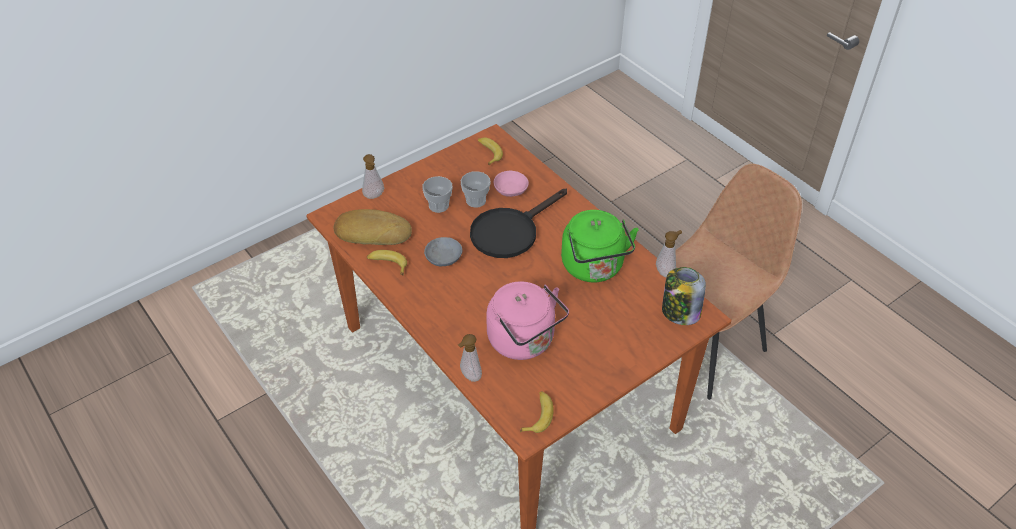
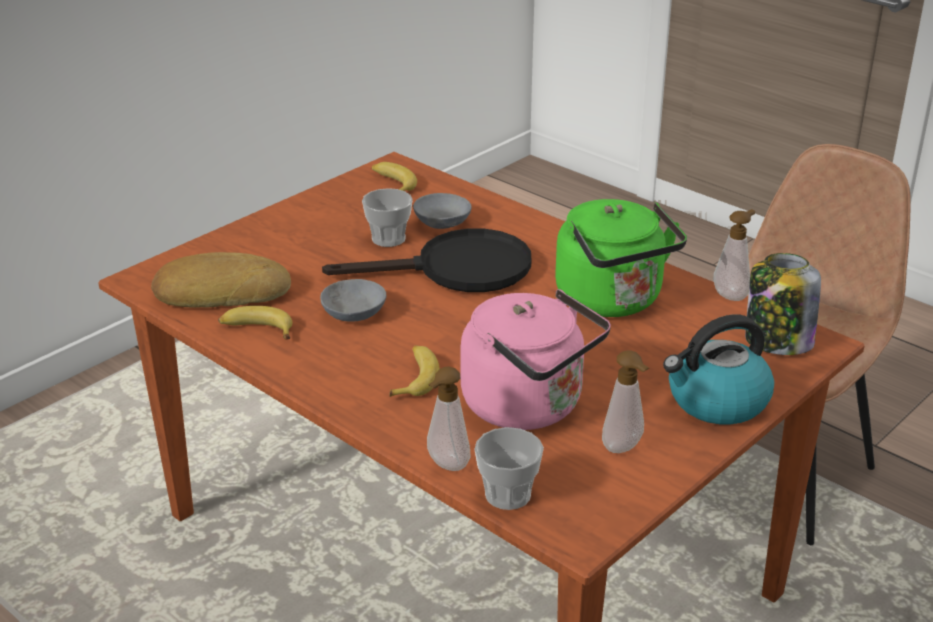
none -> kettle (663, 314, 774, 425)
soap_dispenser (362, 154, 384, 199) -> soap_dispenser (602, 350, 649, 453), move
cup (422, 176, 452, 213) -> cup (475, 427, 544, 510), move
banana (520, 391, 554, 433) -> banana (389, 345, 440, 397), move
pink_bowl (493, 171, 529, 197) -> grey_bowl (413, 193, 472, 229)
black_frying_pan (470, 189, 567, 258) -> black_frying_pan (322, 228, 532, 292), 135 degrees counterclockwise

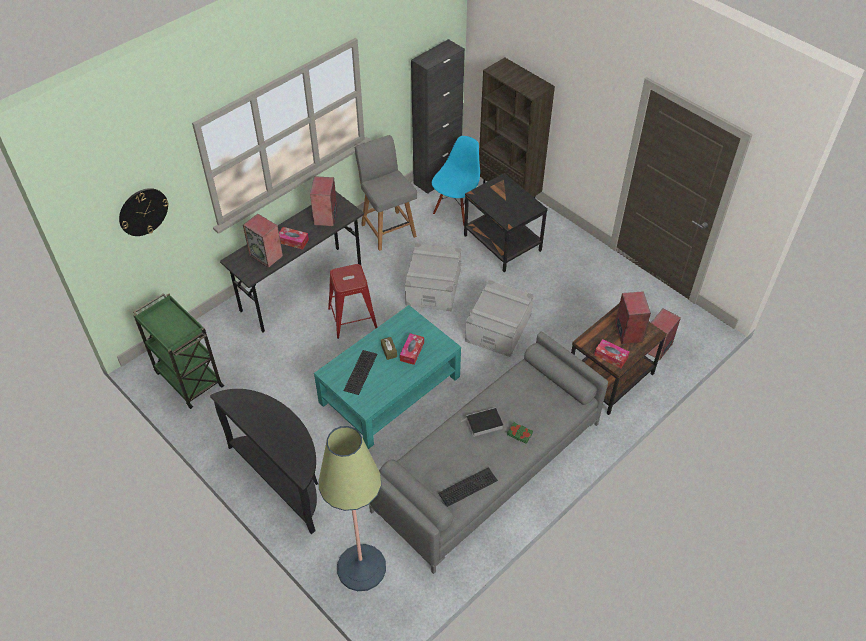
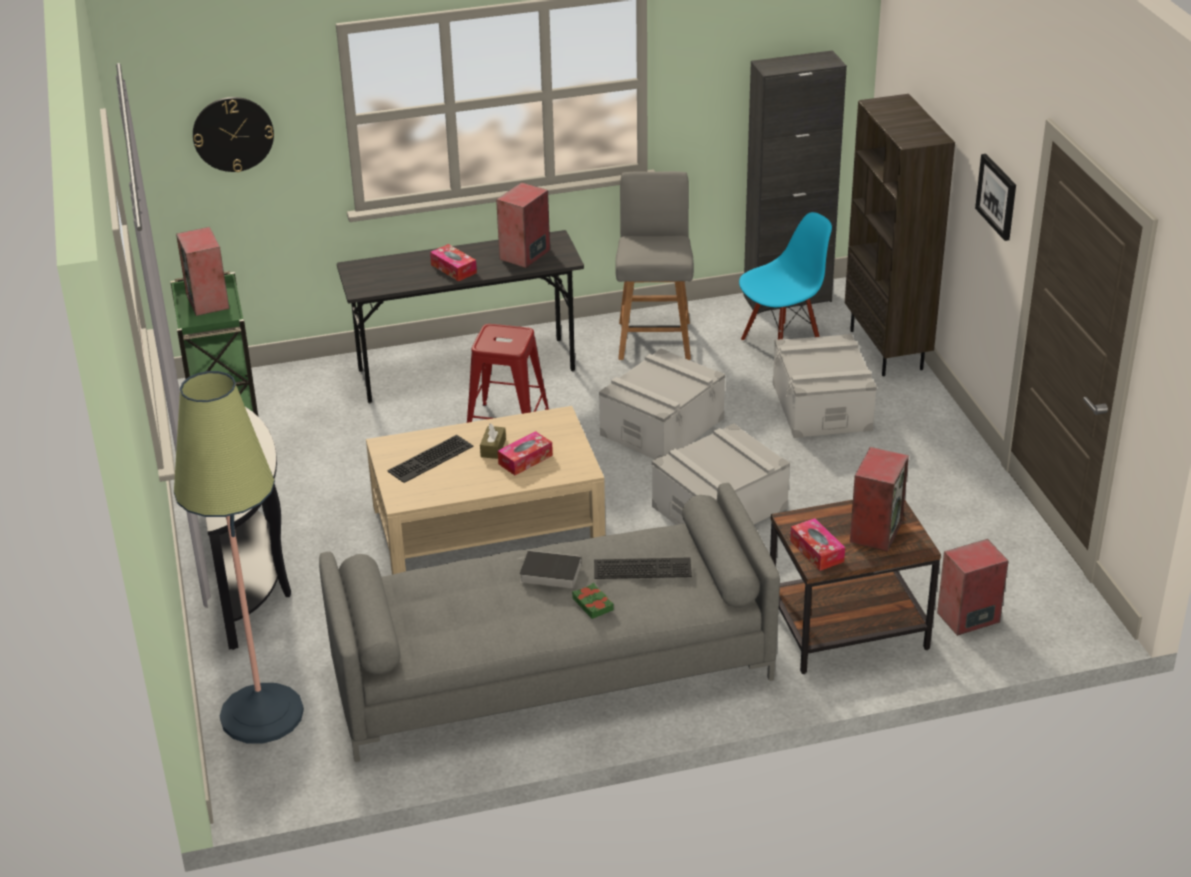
none -> picture (975, 154, 1016, 241)
speaker (243, 214, 283, 268) -> speaker (176, 227, 229, 316), move
keyboard (438, 467, 498, 507) -> keyboard (594, 557, 692, 579), move
black_side_table (464, 173, 548, 272) -> grey_storage_box (773, 334, 877, 438)
turquoise_coffee_table (314, 305, 461, 449) -> beige_coffee_table (366, 406, 605, 575)

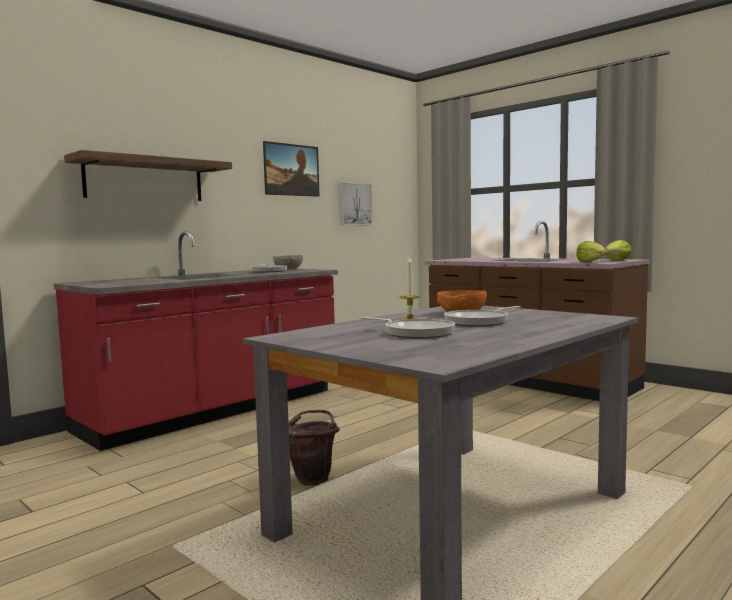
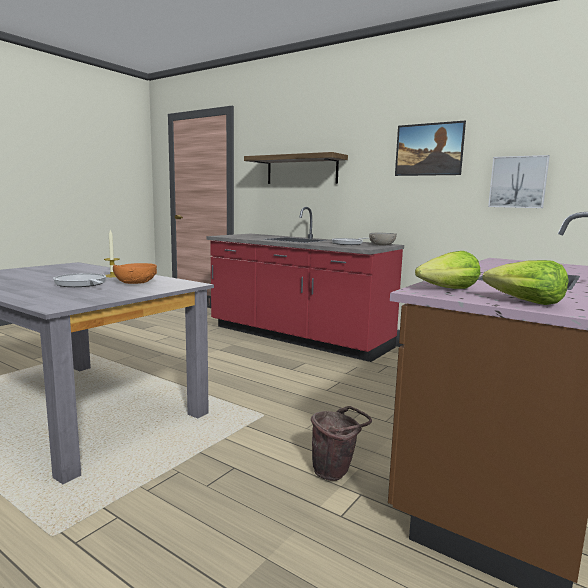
frying_pan (360, 317, 455, 339) -> none
brown_bucket (289, 410, 340, 486) -> brown_bucket (311, 406, 372, 481), move

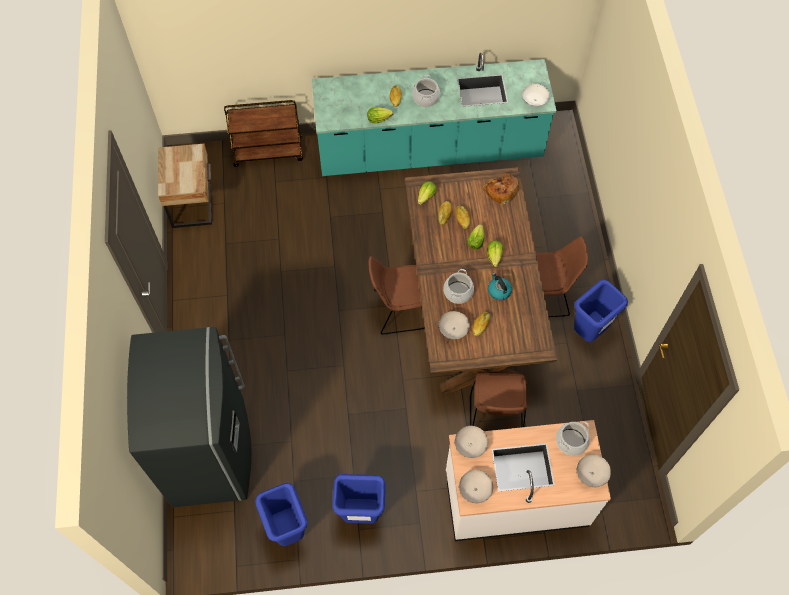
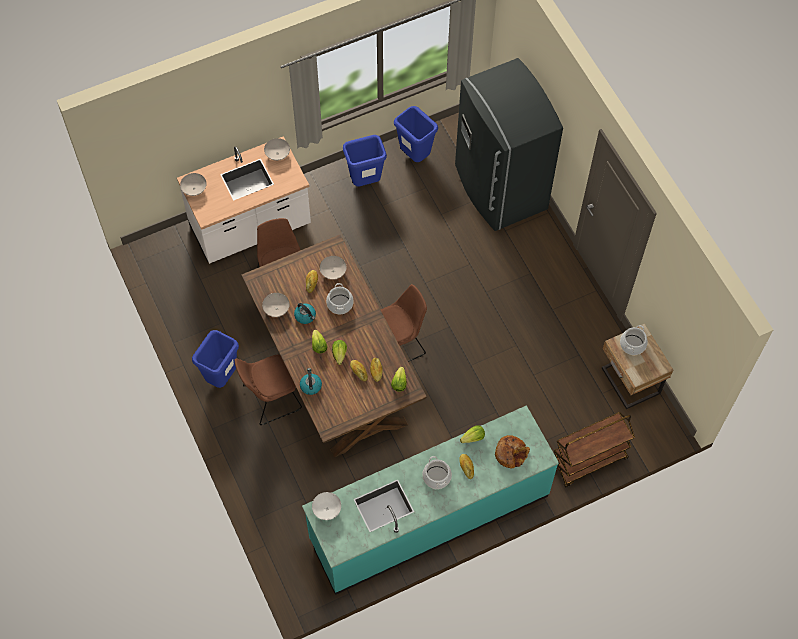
none -> kettle (300, 368, 322, 395)
white_bowl (455, 426, 488, 458) -> white_bowl (262, 293, 290, 317), move
bread (483, 173, 519, 205) -> bread (495, 435, 530, 469), move
cooking_pot (556, 422, 590, 456) -> cooking_pot (620, 325, 648, 355), move

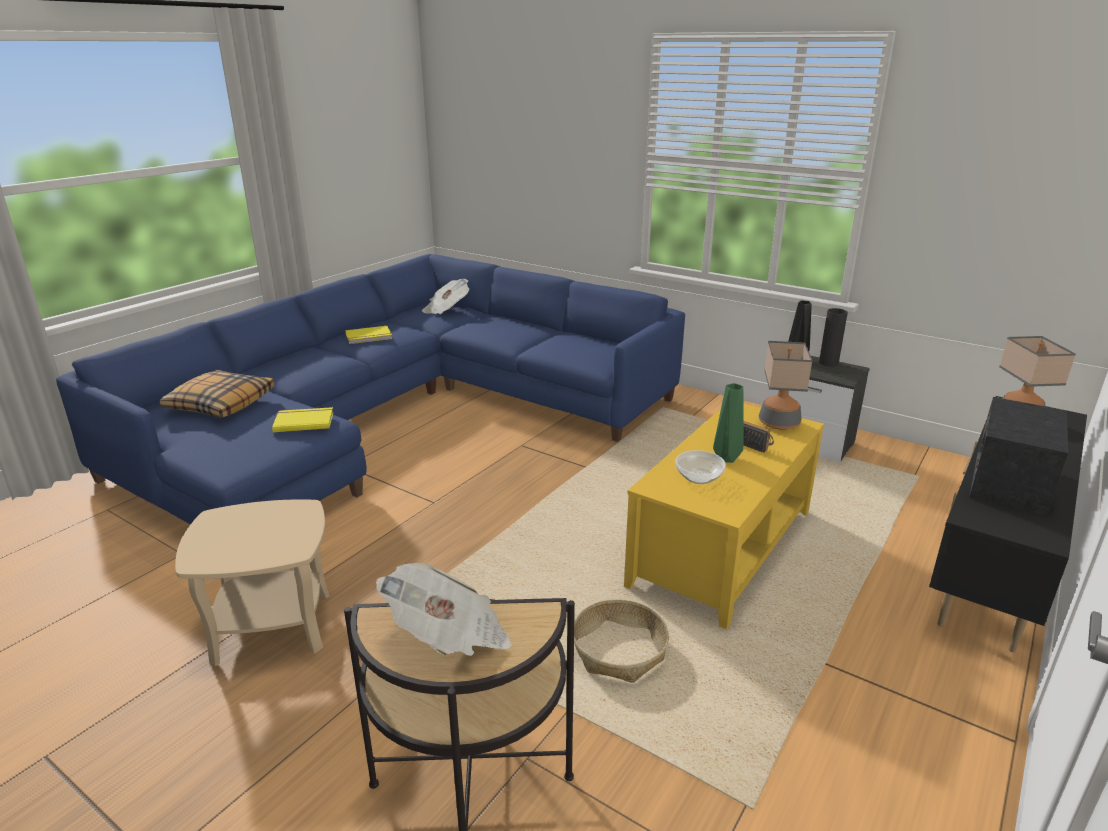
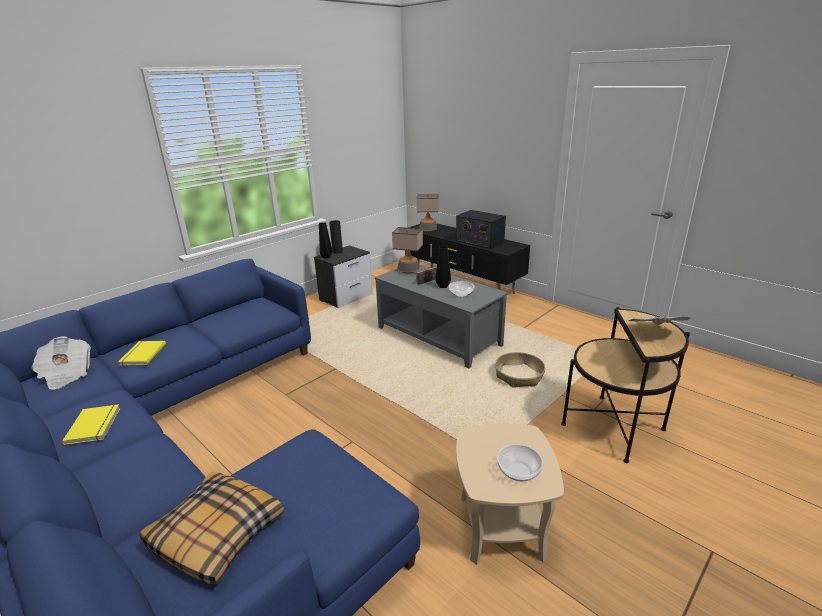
none -> bowl (497, 444, 543, 481)
yellow_book (272, 407, 334, 432) -> yellow_book (118, 341, 166, 366), move
yellow_coffee_table (624, 403, 824, 629) -> grey_coffee_table (375, 265, 508, 368)
green_vase (713, 383, 743, 463) -> black_vase (436, 246, 451, 288)

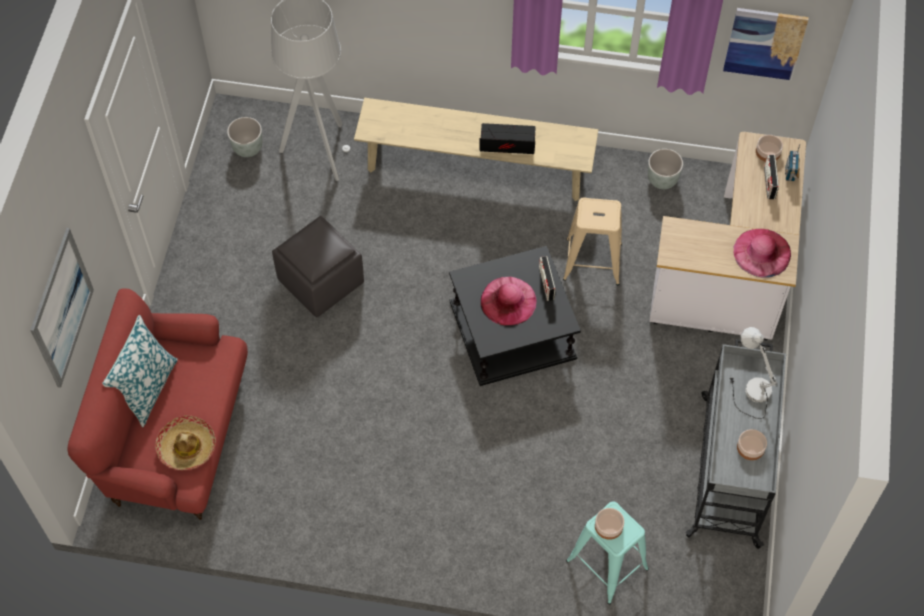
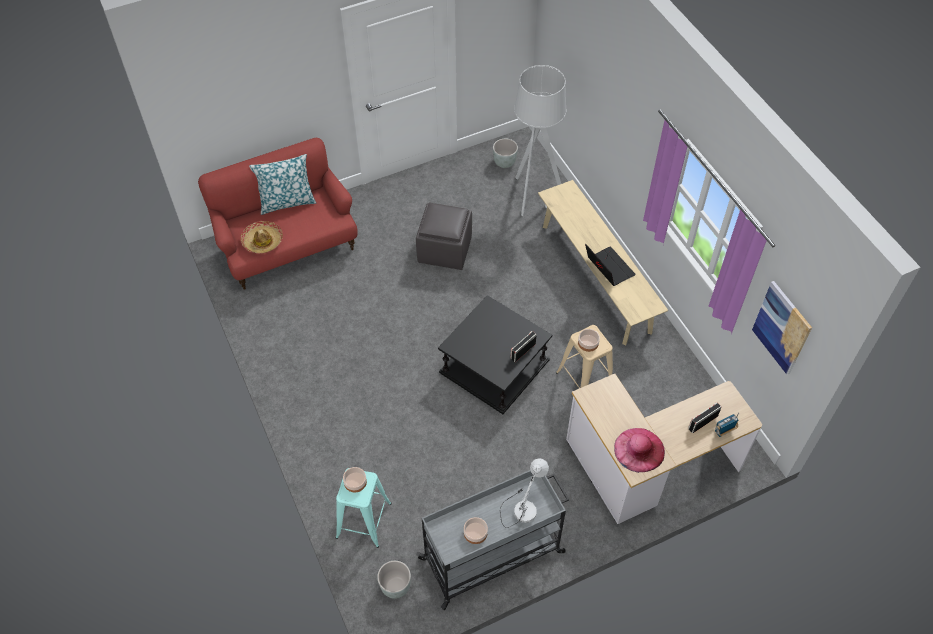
picture (30, 228, 94, 388) -> none
pink_hat (481, 277, 537, 326) -> none
grey_planter (648, 149, 683, 189) -> grey_planter (377, 561, 411, 599), move
bowl (756, 135, 783, 162) -> bowl (578, 329, 600, 352), move

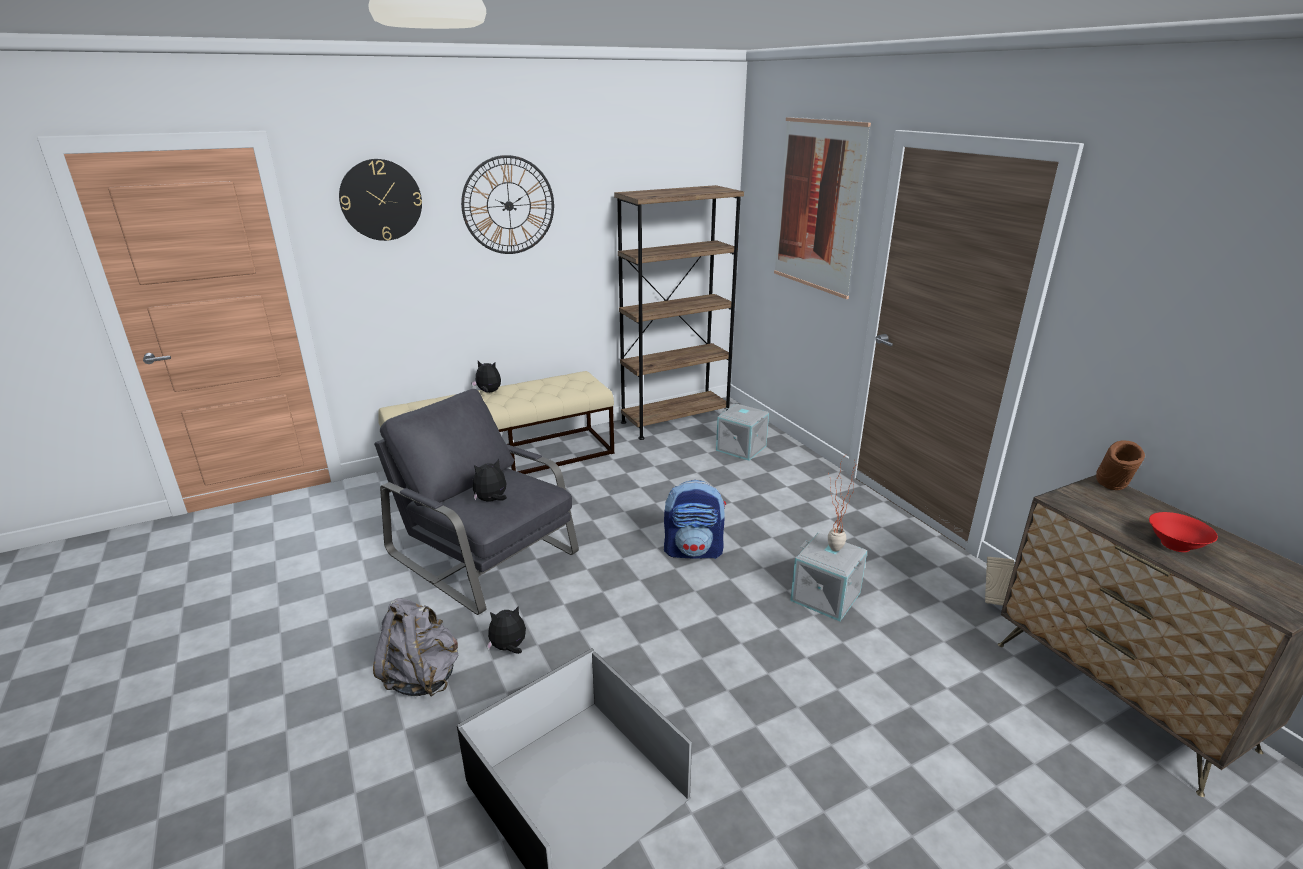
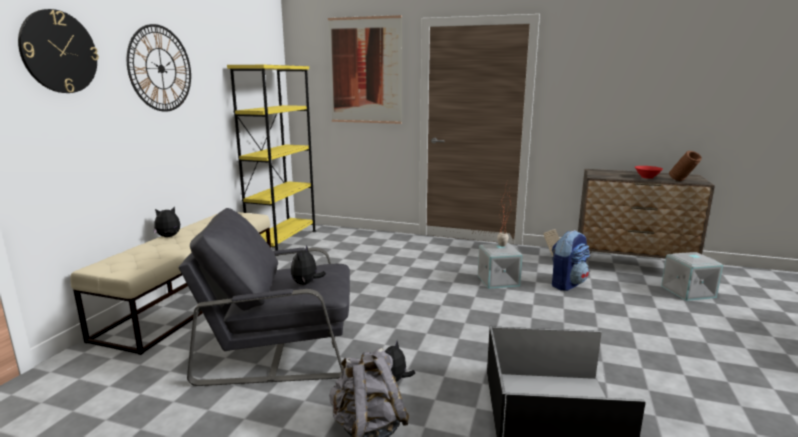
backpack (664, 480, 726, 559) -> backpack (552, 230, 590, 291), move
grey_storage_box (716, 404, 769, 461) -> grey_storage_box (661, 252, 723, 301), move
brown_vase (1096, 440, 1145, 490) -> brown_vase (669, 151, 702, 181), move
brown_bookcase (614, 185, 744, 440) -> yellow_bookcase (227, 65, 316, 256)

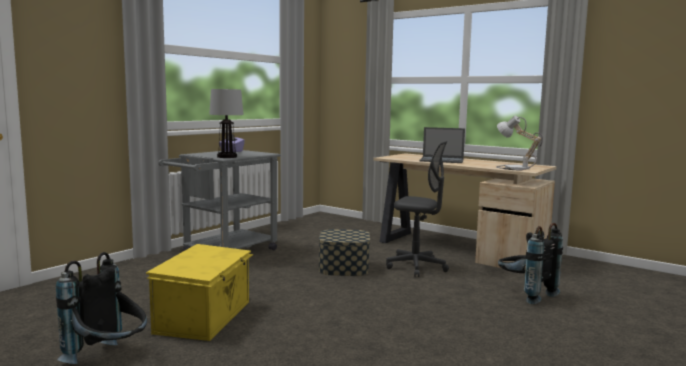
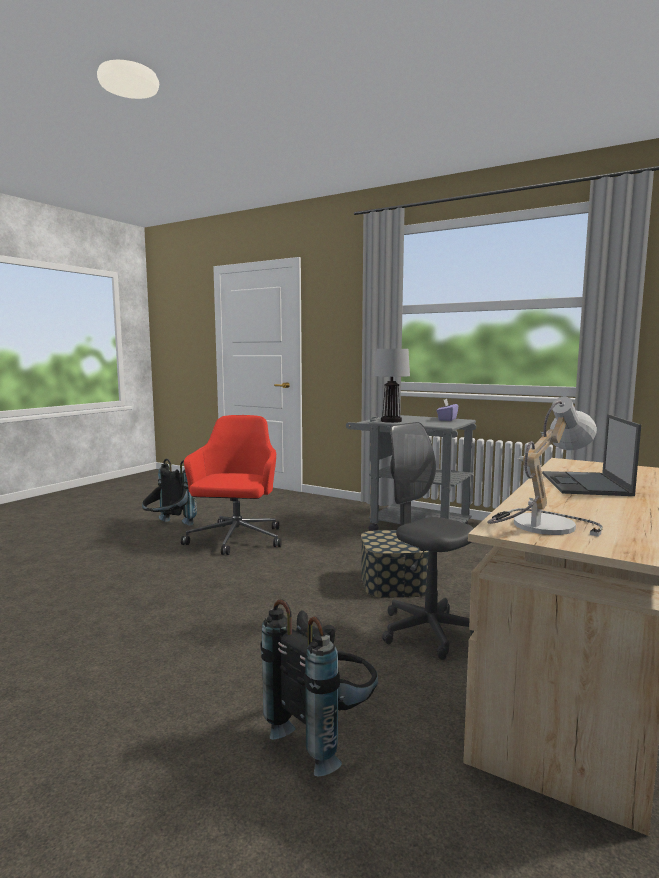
yellow_storage_box (146, 244, 253, 341) -> red_office_chair (181, 415, 282, 555)
grey_office_chair (386, 141, 449, 277) -> grey_office_chair (382, 422, 474, 660), 120 degrees clockwise

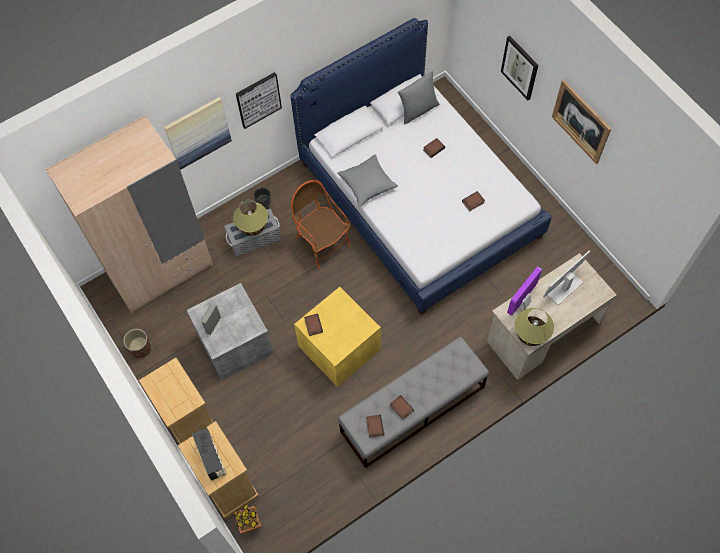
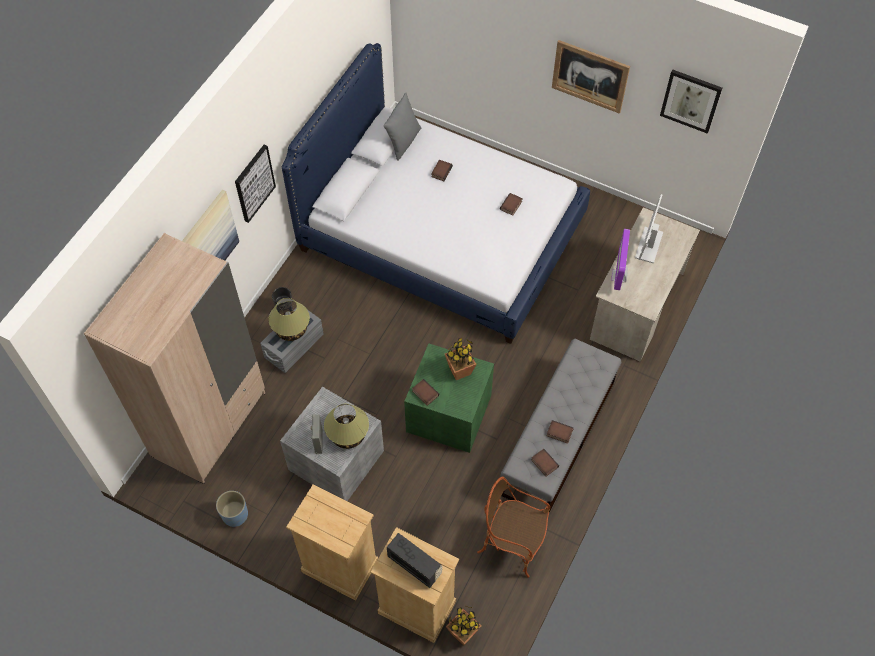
grey_pillow (337, 155, 398, 207) -> none
none -> potted_plant (445, 338, 476, 380)
armchair (291, 180, 351, 270) -> armchair (477, 477, 550, 578), move
picture (501, 36, 538, 100) -> picture (660, 69, 722, 134), move
table_lamp (515, 308, 554, 346) -> table_lamp (324, 404, 369, 449), move
brown_planter (123, 329, 151, 358) -> blue_planter (216, 491, 248, 527)
yellow_storage_box (294, 287, 381, 387) -> green_storage_box (404, 343, 494, 453)

